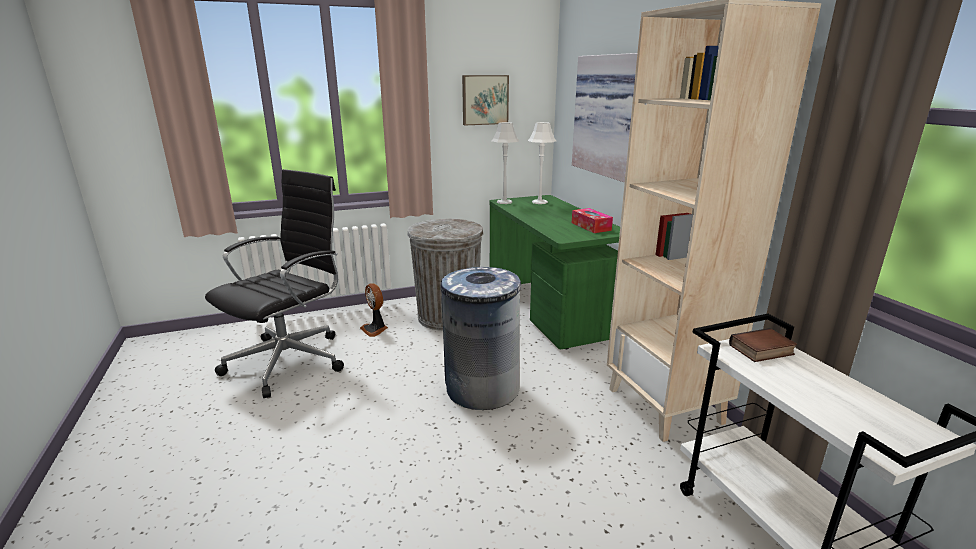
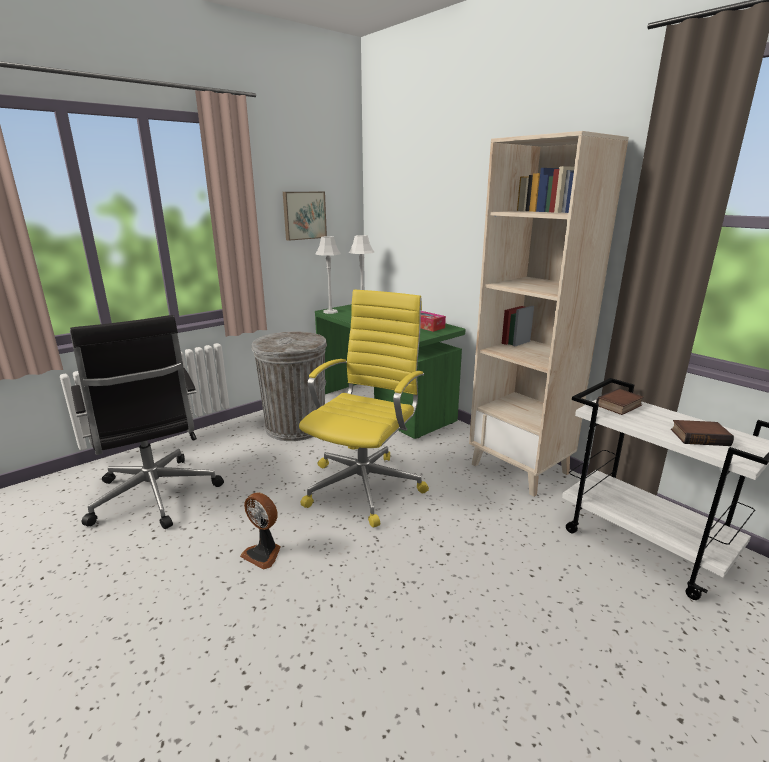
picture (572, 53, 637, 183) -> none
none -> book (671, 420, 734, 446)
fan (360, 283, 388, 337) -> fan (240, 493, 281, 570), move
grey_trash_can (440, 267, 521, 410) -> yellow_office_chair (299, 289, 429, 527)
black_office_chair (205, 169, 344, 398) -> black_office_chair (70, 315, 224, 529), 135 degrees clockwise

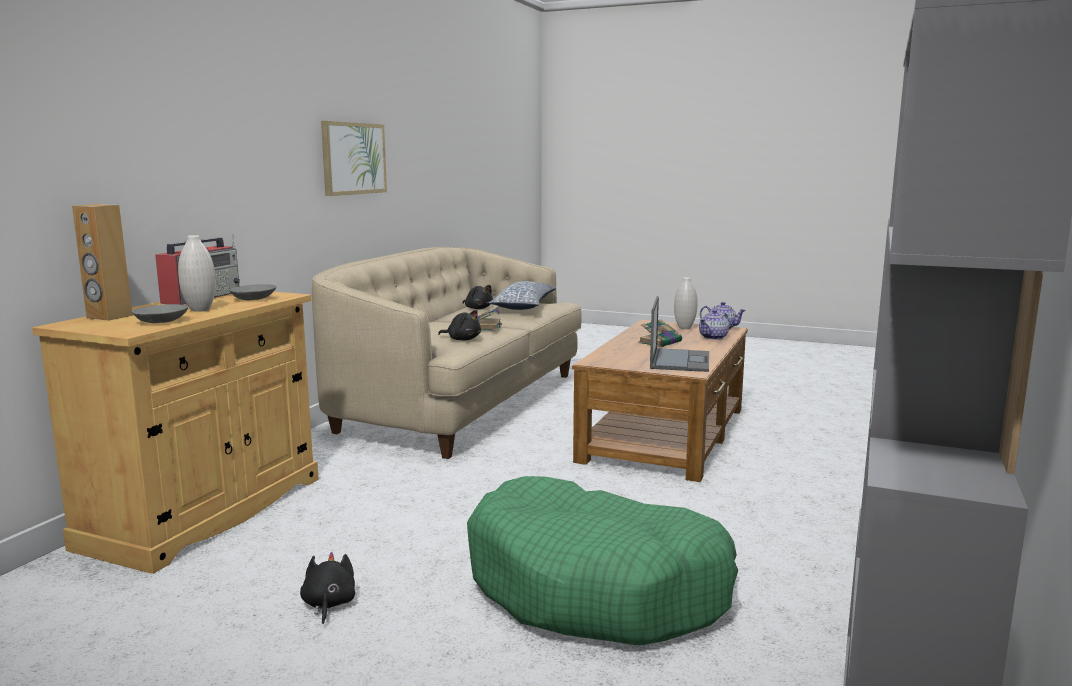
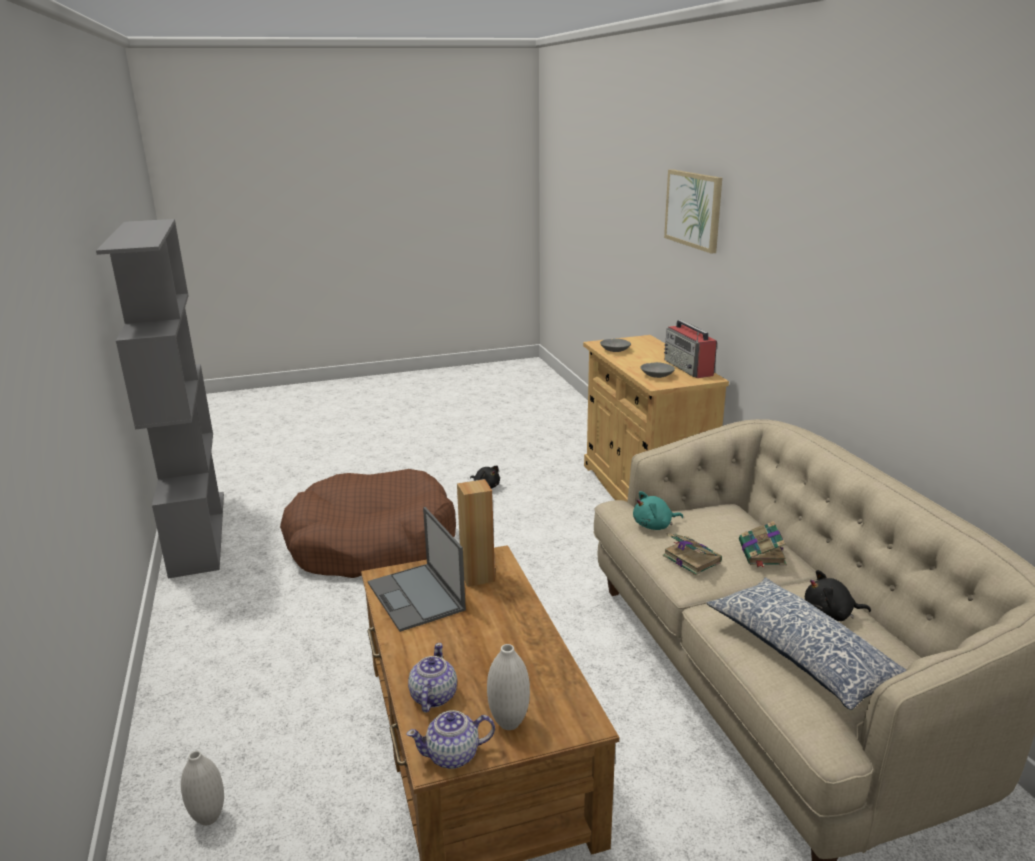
brown_speaker (72, 204, 133, 321) -> brown_speaker (457, 479, 495, 587), move
white_vase (178, 235, 216, 312) -> white_vase (181, 751, 224, 826), move
picture (321, 121, 387, 196) -> picture (664, 169, 722, 254), move
book (638, 320, 682, 347) -> book (739, 521, 787, 568), move
black_plush_toy (438, 310, 481, 341) -> turquoise_plush_toy (633, 491, 683, 530)
green_dog_bed (467, 476, 738, 646) -> brown_dog_bed (280, 469, 456, 578)

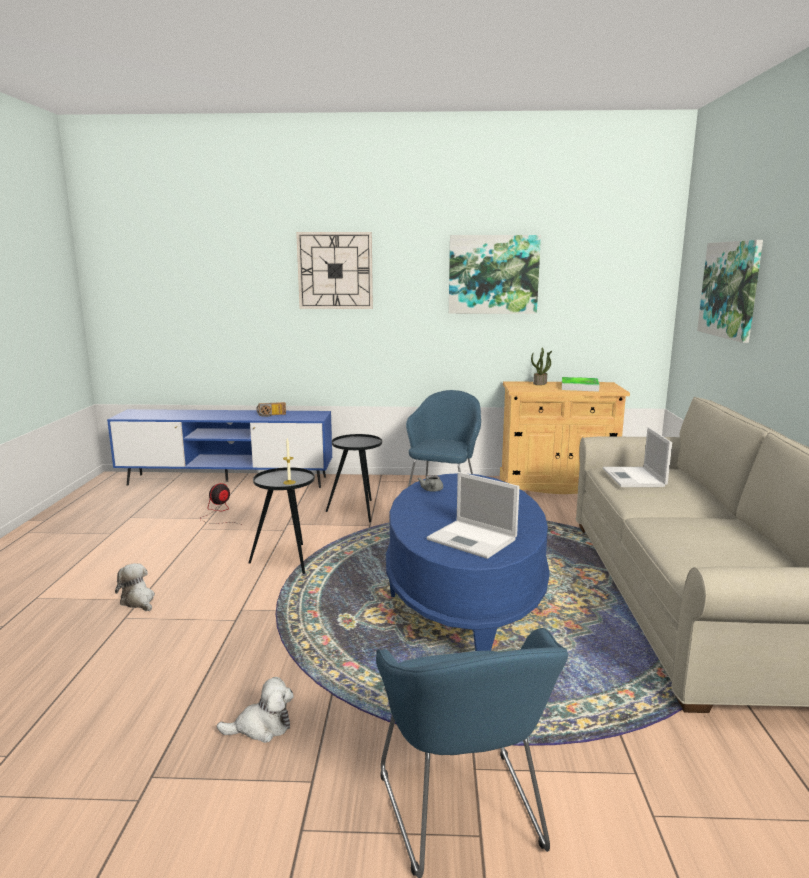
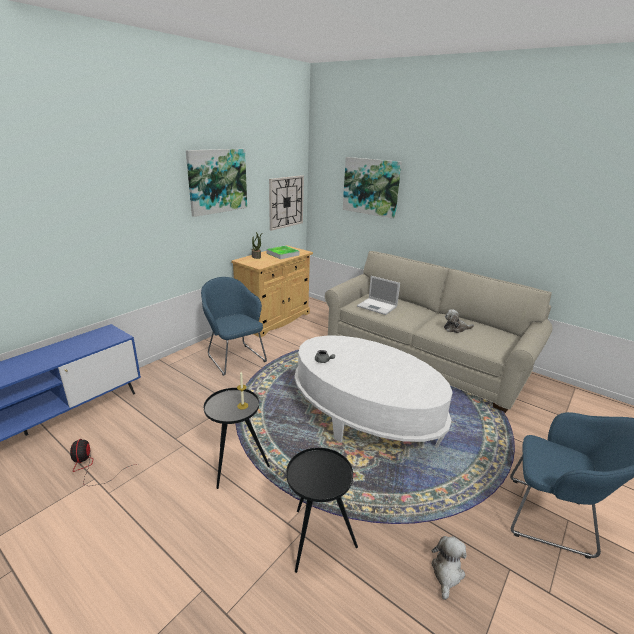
radio (256, 402, 286, 417) -> none
laptop (426, 472, 520, 559) -> none
plush_toy (115, 563, 155, 611) -> plush_toy (444, 309, 474, 333), move
wall_clock (296, 232, 373, 309) -> wall_clock (269, 175, 304, 231), move
black_side_table (326, 434, 382, 522) -> black_side_table (286, 448, 358, 573), move
blue_coffee_table (386, 473, 550, 651) -> white_coffee_table (294, 335, 453, 448)

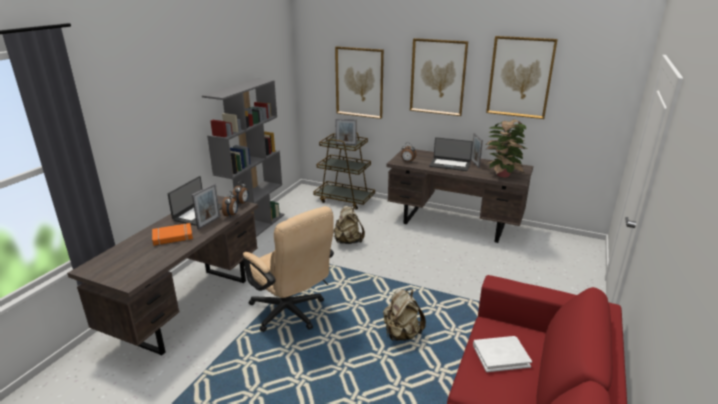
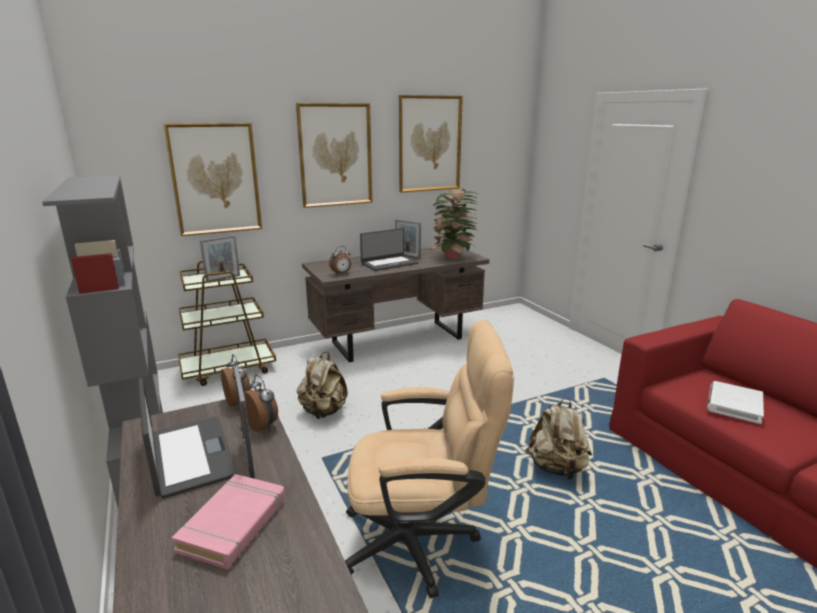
orange_book (152, 223, 193, 246) -> pink_book (172, 474, 285, 569)

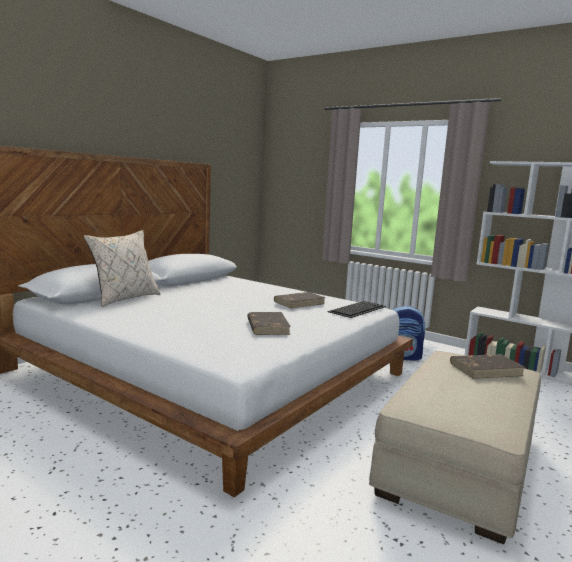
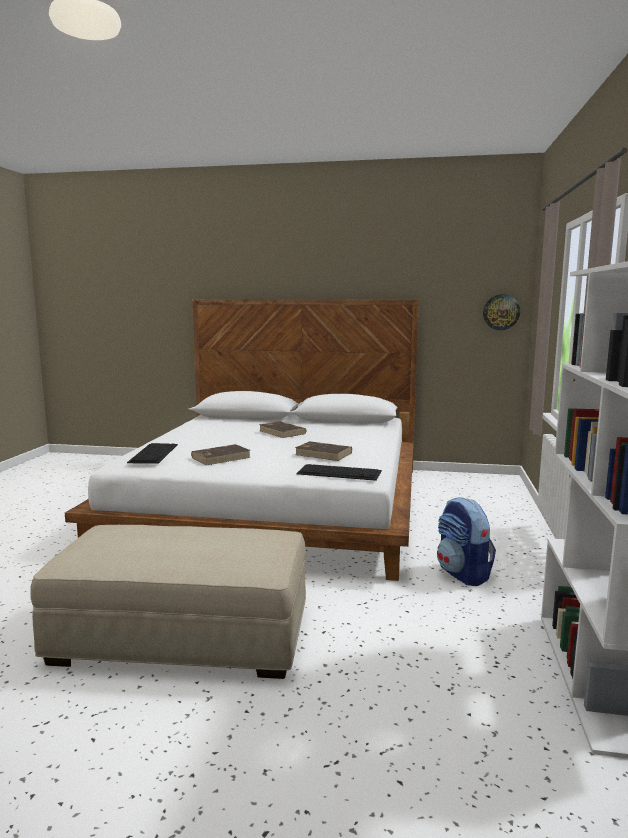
beige_pillow (83, 230, 160, 307) -> none
none -> keyboard (127, 443, 178, 464)
none -> wall_clock (483, 294, 520, 330)
brown_book (450, 354, 526, 379) -> brown_book (260, 421, 306, 438), move

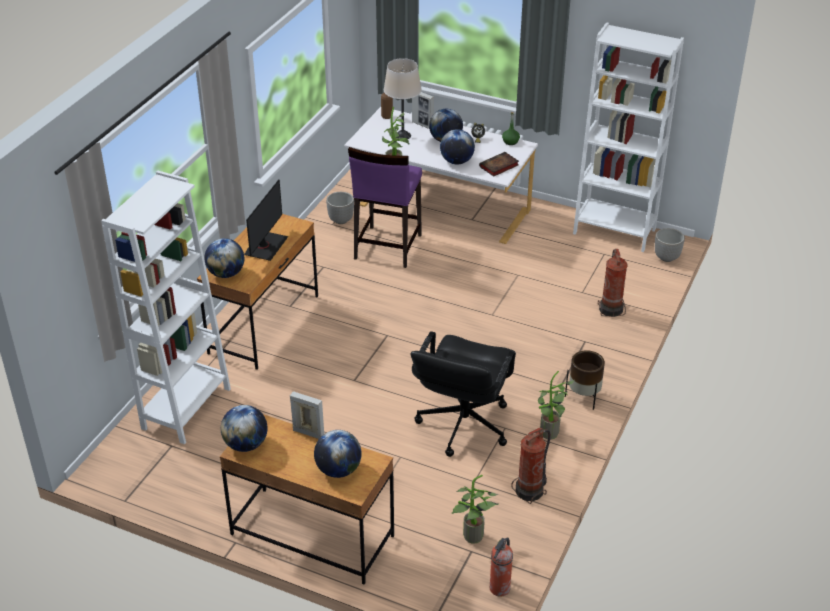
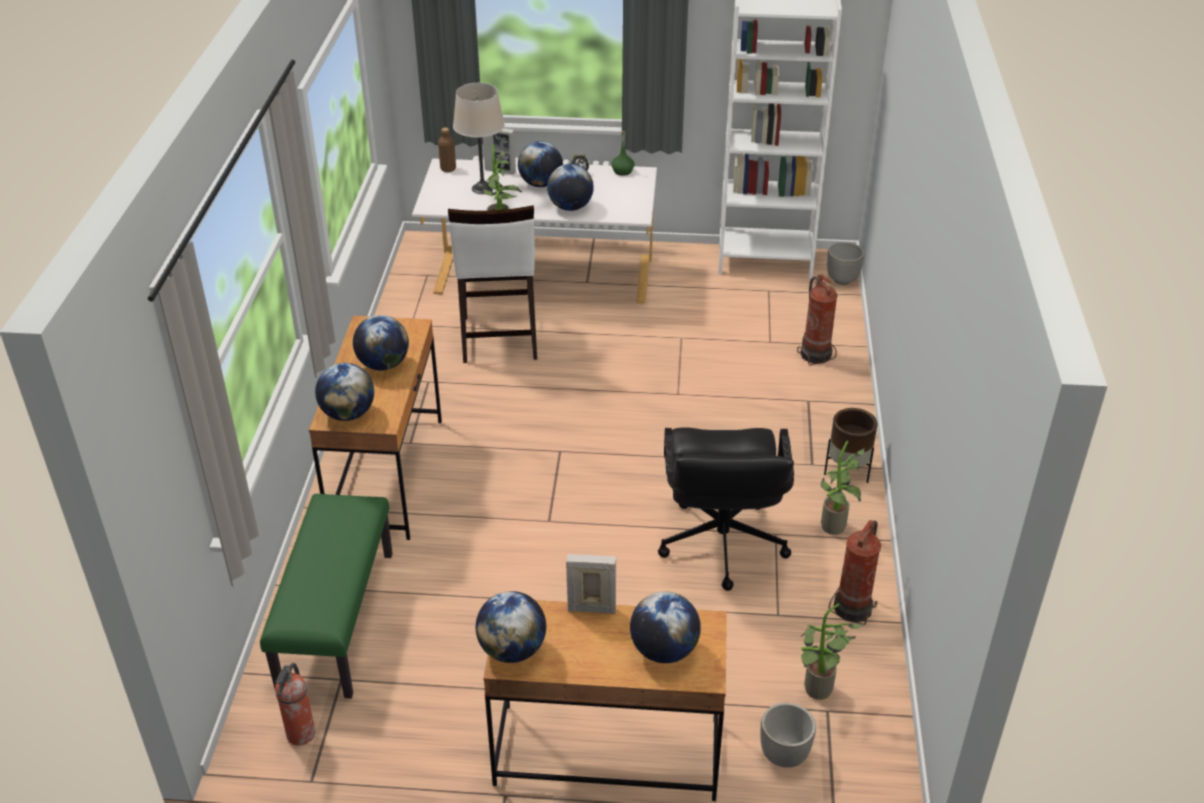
book (479, 152, 519, 177) -> none
planter (326, 192, 354, 224) -> planter (761, 703, 816, 768), move
fire_extinguisher (490, 537, 513, 597) -> fire_extinguisher (275, 663, 315, 745), move
white_bookcase (101, 170, 231, 444) -> green_bench (260, 494, 393, 699)
monitor (244, 179, 288, 261) -> globe (353, 315, 409, 371)
purple_stool (348, 147, 422, 268) -> white_stool (448, 205, 537, 363)

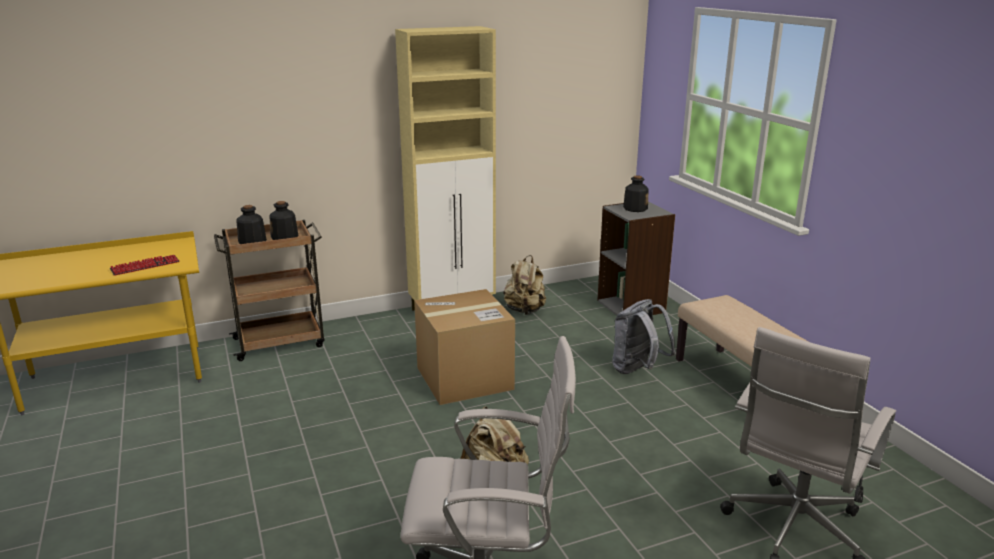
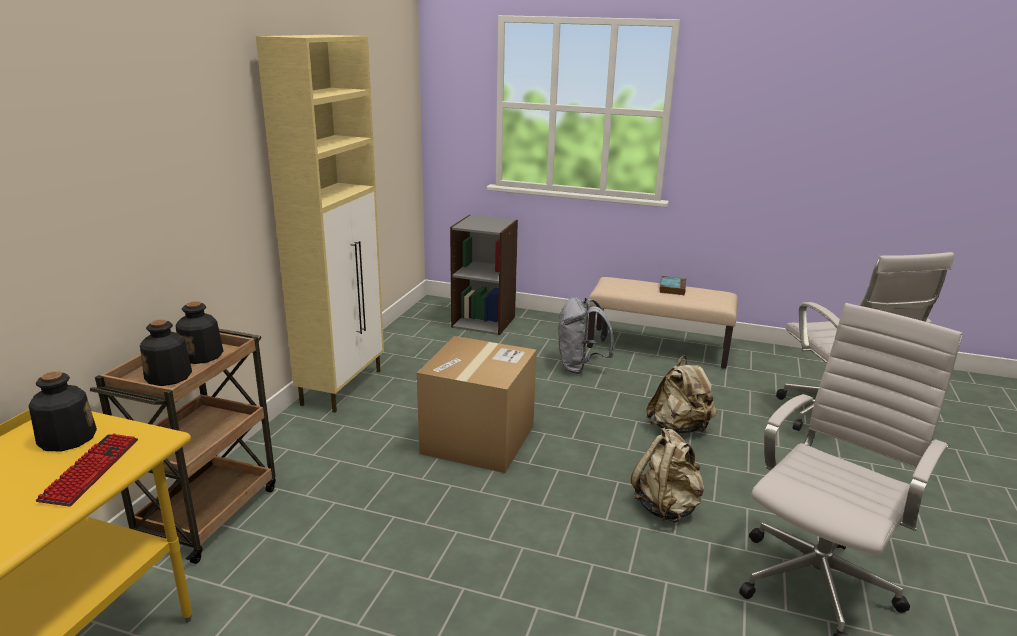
none -> book (660, 276, 686, 295)
beige_backpack (503, 255, 546, 315) -> beige_backpack (646, 355, 717, 434), move
bottle (623, 175, 648, 212) -> bottle (29, 371, 97, 452), move

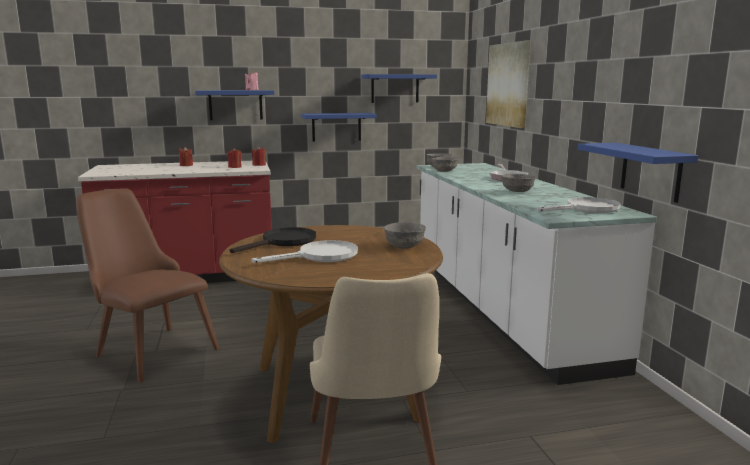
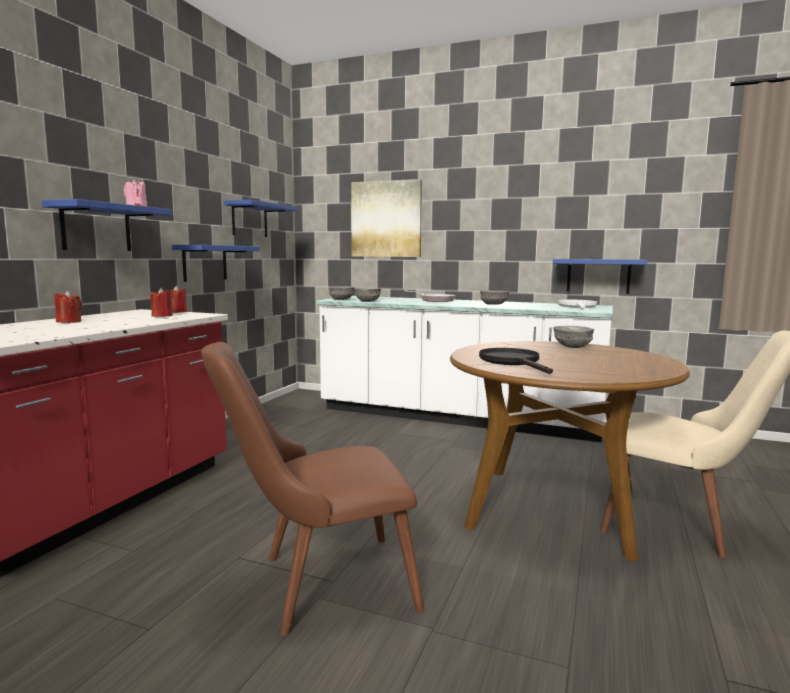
white_frying_pan (252, 240, 358, 263) -> none

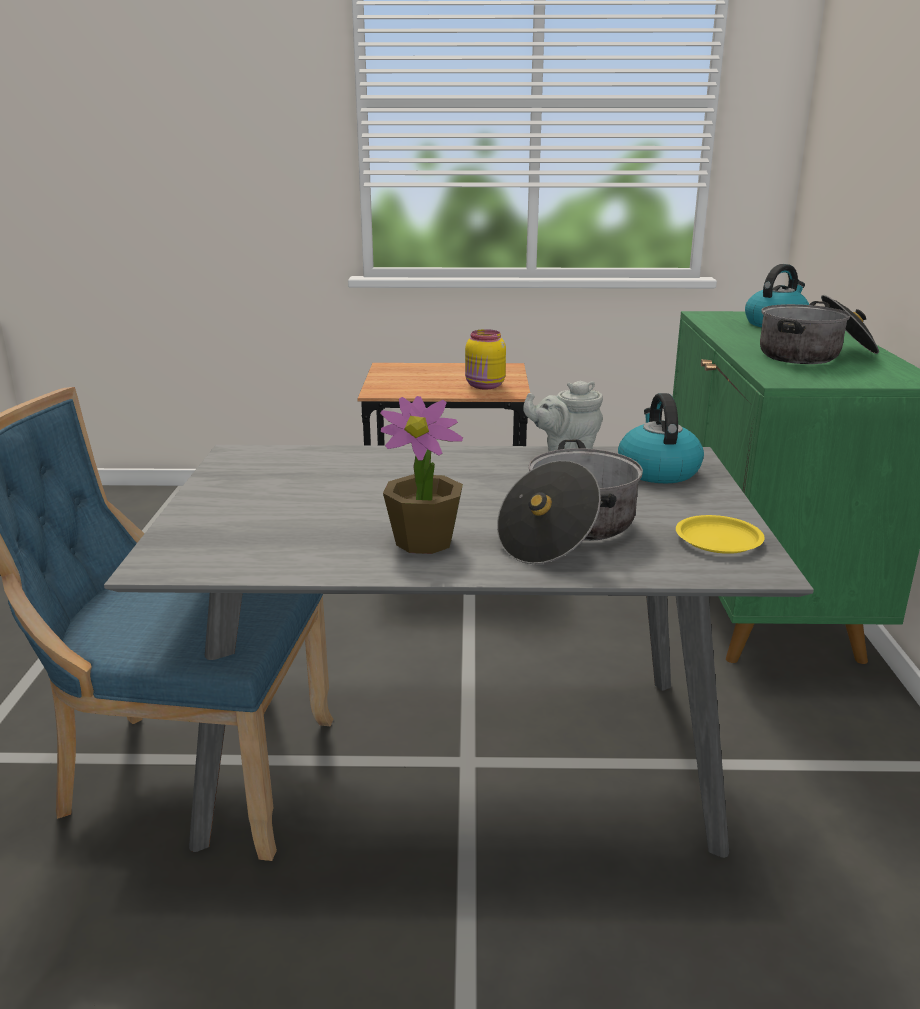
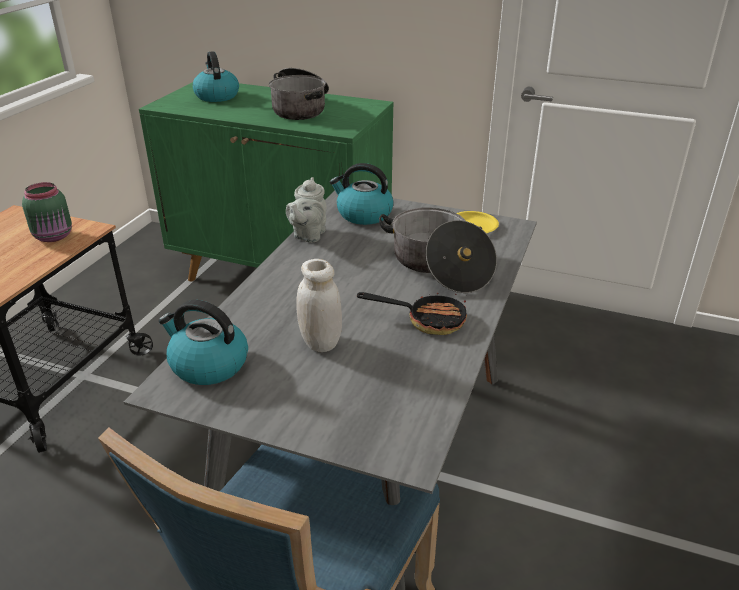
none -> kettle (158, 300, 248, 385)
none -> white_jar (296, 259, 342, 352)
potted_plant (380, 396, 463, 554) -> frying_pan (357, 292, 467, 335)
yellow_jar (465, 329, 506, 389) -> green_jar (22, 182, 72, 242)

